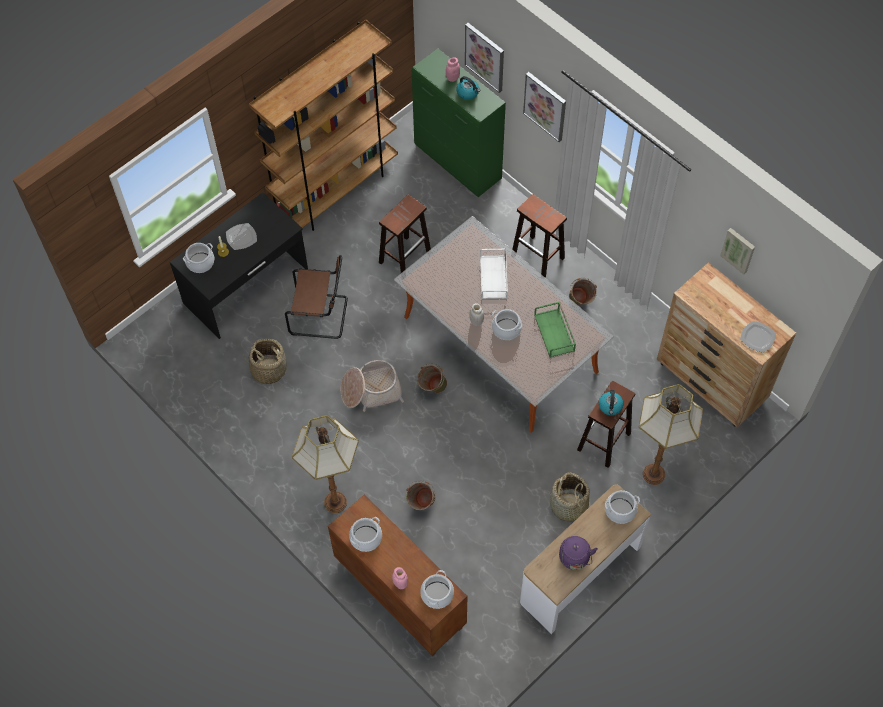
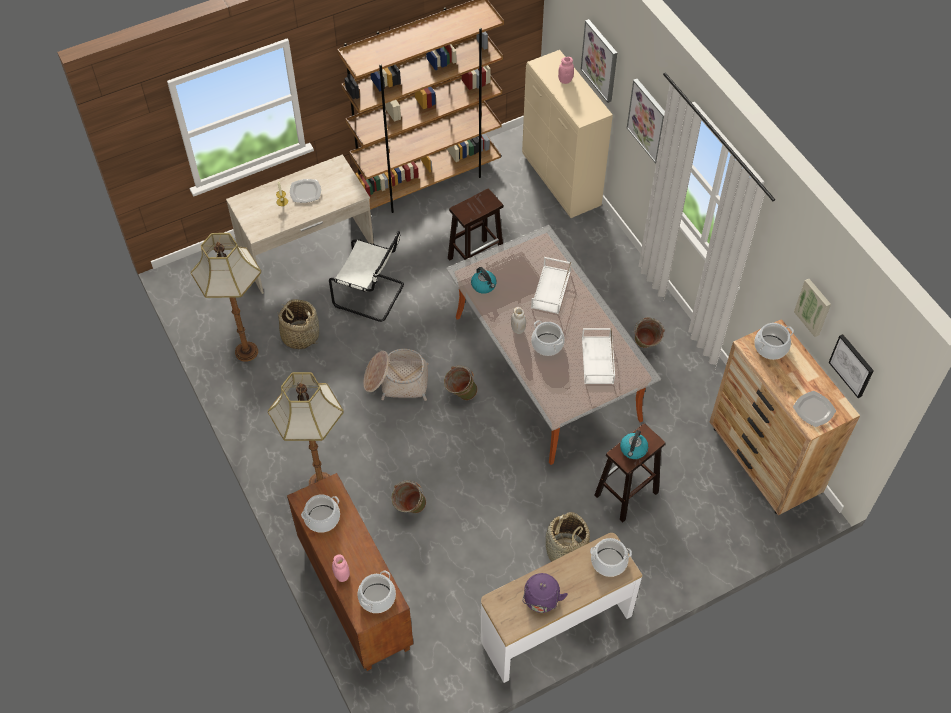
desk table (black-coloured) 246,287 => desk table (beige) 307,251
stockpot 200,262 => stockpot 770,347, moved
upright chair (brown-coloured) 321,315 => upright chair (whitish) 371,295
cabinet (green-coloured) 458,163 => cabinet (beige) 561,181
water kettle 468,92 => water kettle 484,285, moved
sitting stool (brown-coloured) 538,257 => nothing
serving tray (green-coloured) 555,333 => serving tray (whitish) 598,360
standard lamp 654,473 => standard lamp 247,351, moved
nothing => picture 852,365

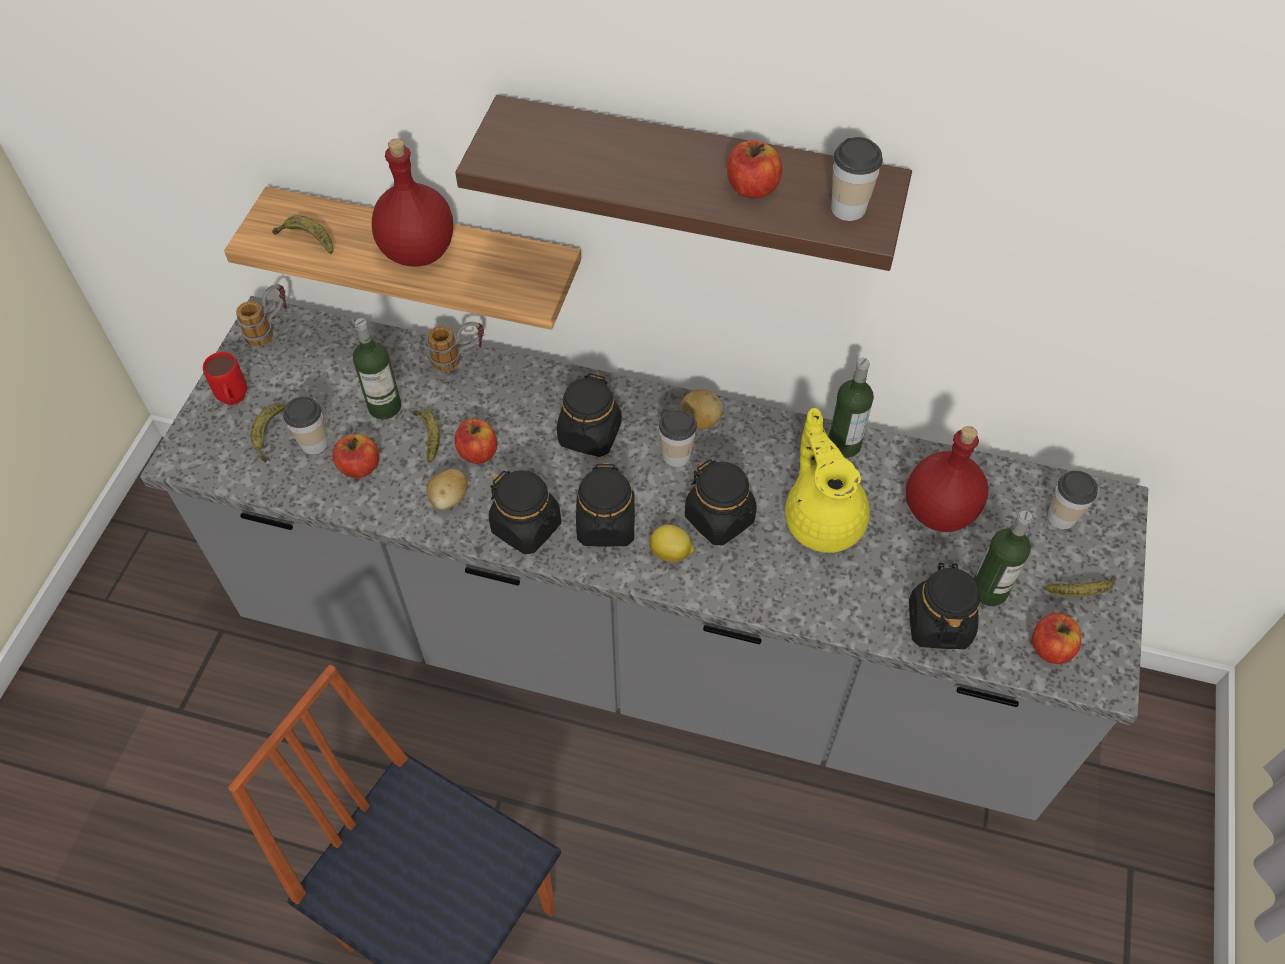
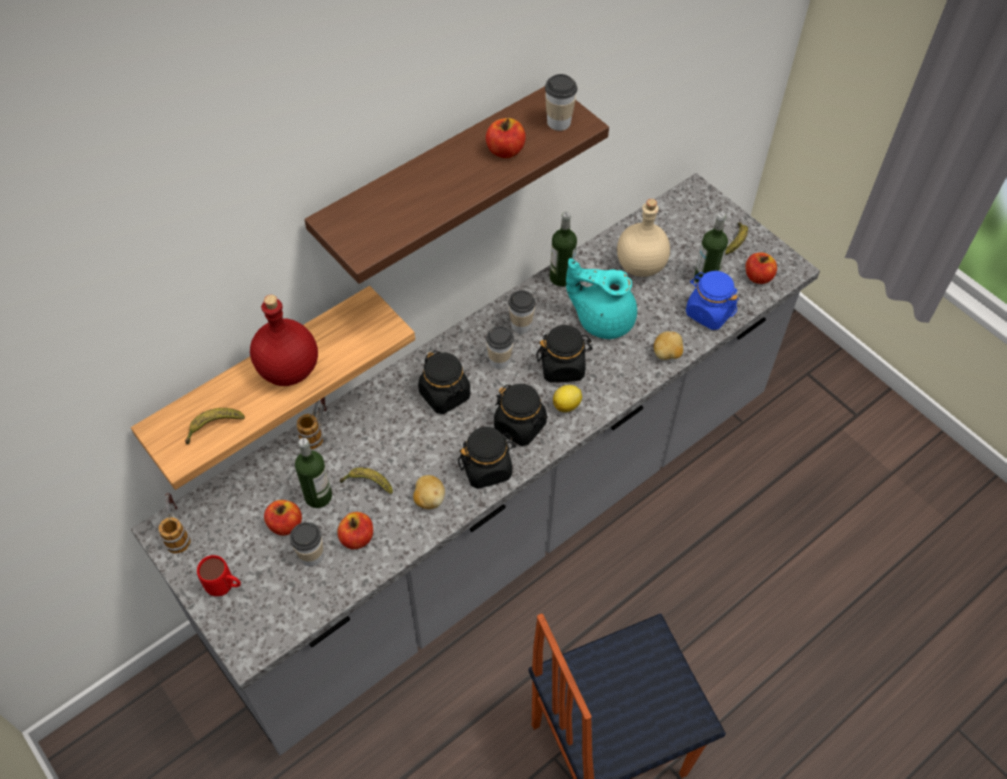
whole banana 268,435 => nothing
apple fruit 477,452 => apple fruit 285,525, moved
whole potato 700,420 => whole potato 667,354, moved
tea pot (yellowish) 823,518 => tea pot (turquoise) 602,319
beverage bottle (reddish) 939,512 => beverage bottle (beige) 641,266
storage jar (black-coloured) 938,623 => storage jar (blue-coloured) 709,312
cup 1061,517 => cup 521,325, moved

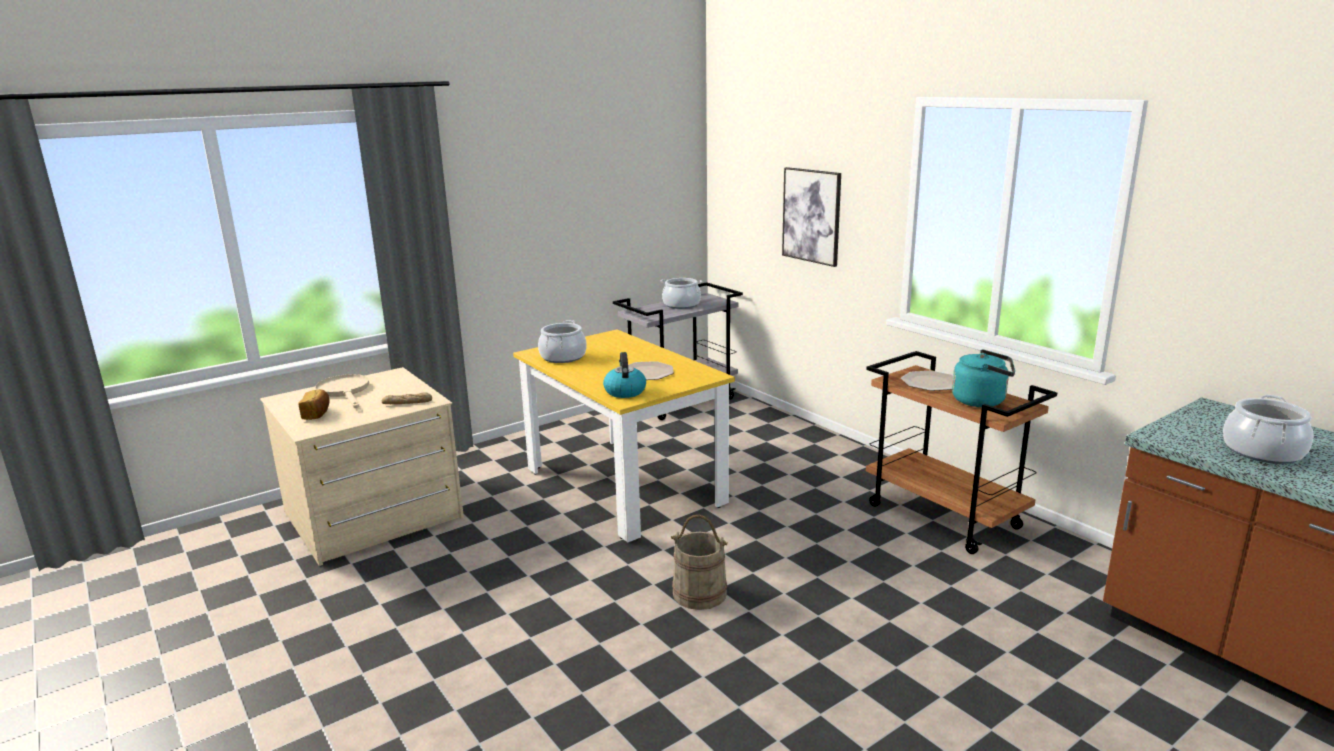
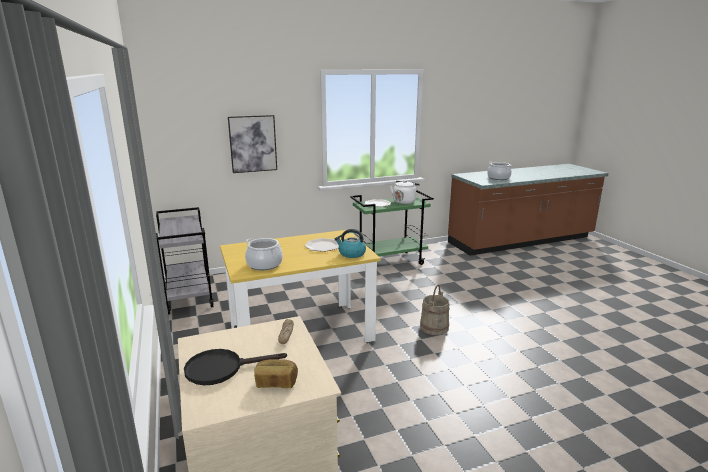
skillet (beige) 345,391 => skillet (black-coloured) 222,368
stockpot 681,305 => nothing
trolley (brown-coloured) 945,517 => trolley (green-coloured) 390,261
water kettle (turquoise) 982,401 => water kettle (whitish) 404,201

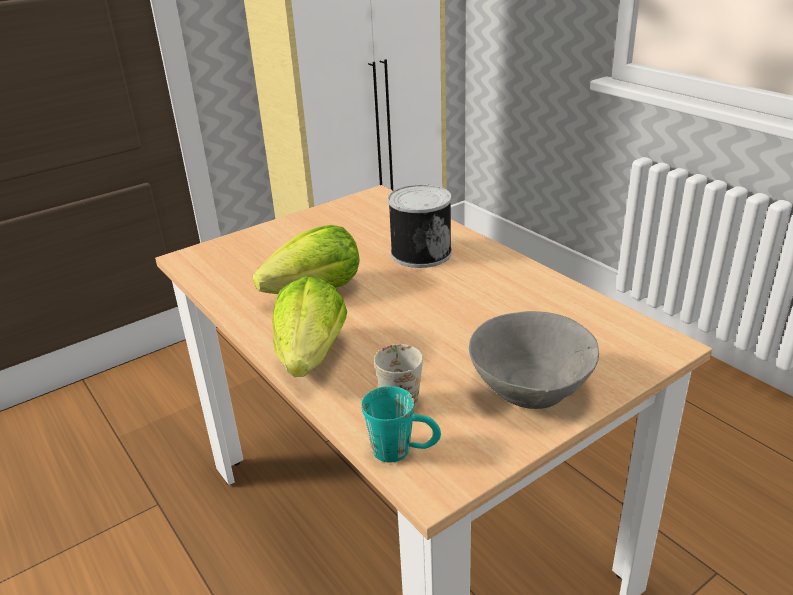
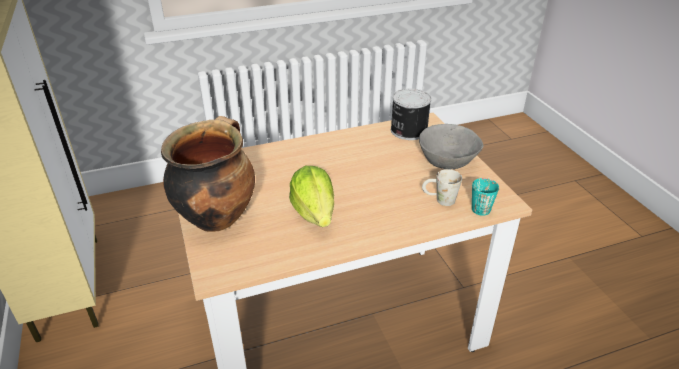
lettuce head 311,356 => nothing
metal can 420,252 => metal can 408,130, moved
nothing => stockpot 216,216

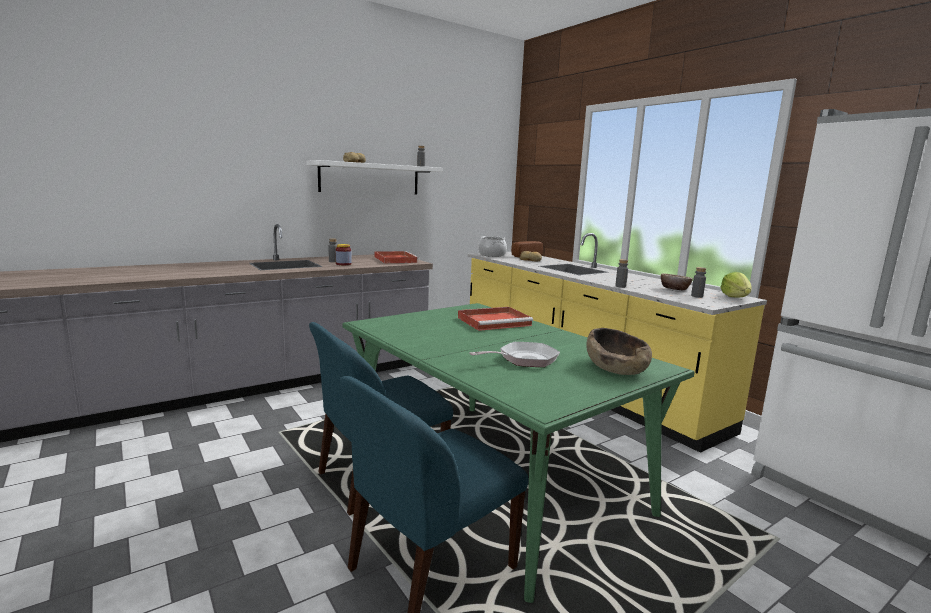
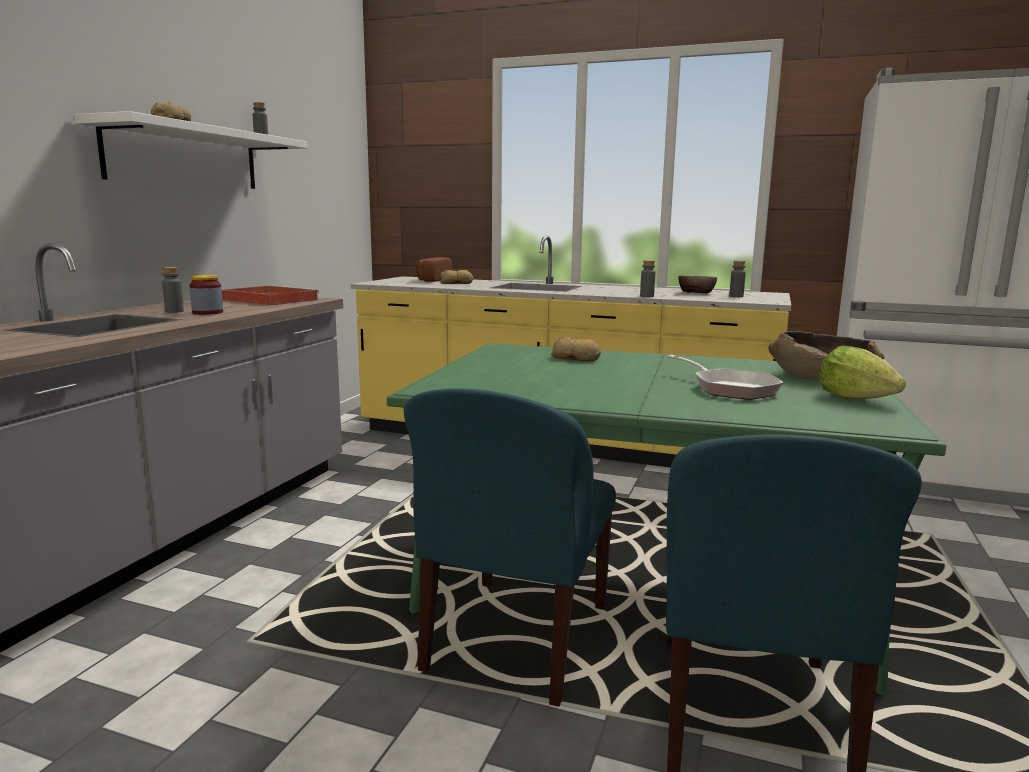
serving tray (reddish) 495,321 => baked bread 576,358
skillet 524,359 => skillet 730,388, 120 degrees clockwise
stockpot 492,255 => nothing
lettuce head 735,297 => lettuce head 855,398, moved

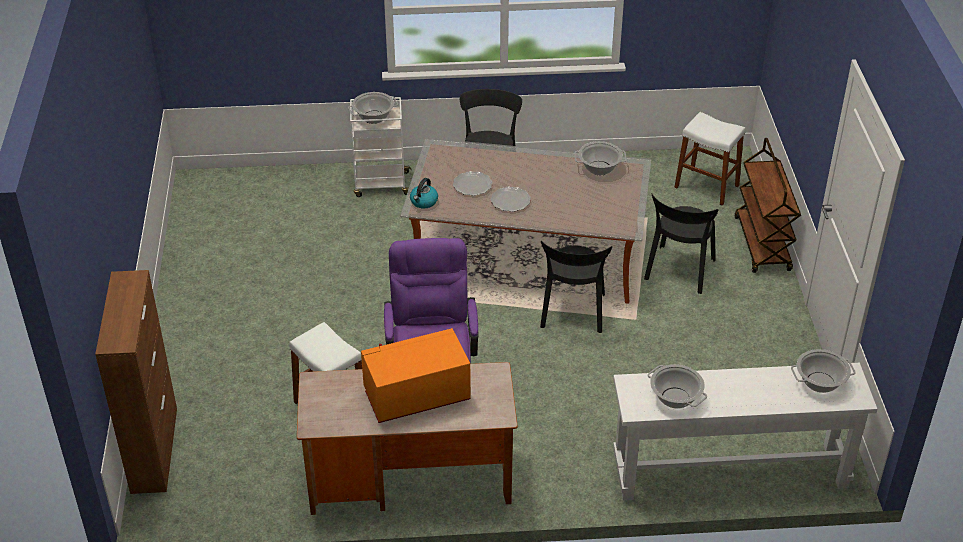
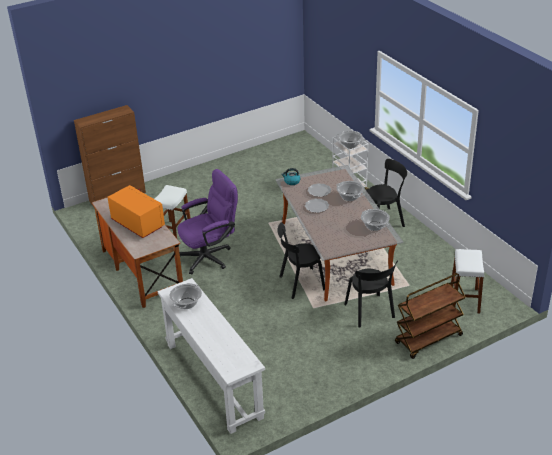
upright chair (black-coloured) 679,272 => upright chair (black-coloured) 370,312, 105 degrees counterclockwise
stockpot 820,382 => stockpot 349,197, moved

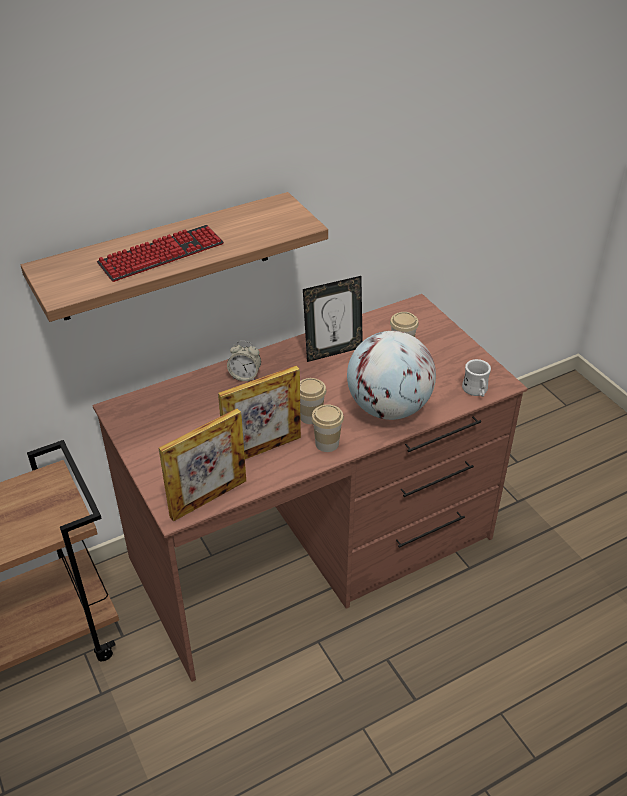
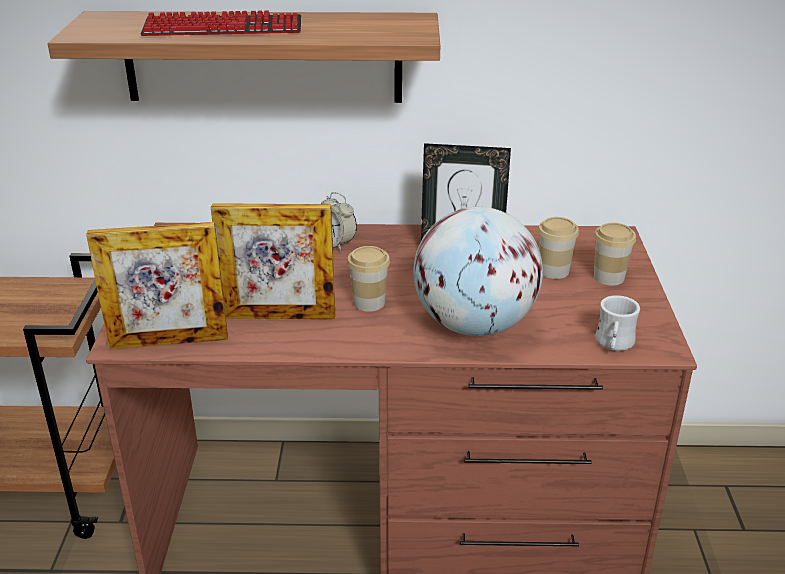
cup 327,443 => cup 609,277, moved

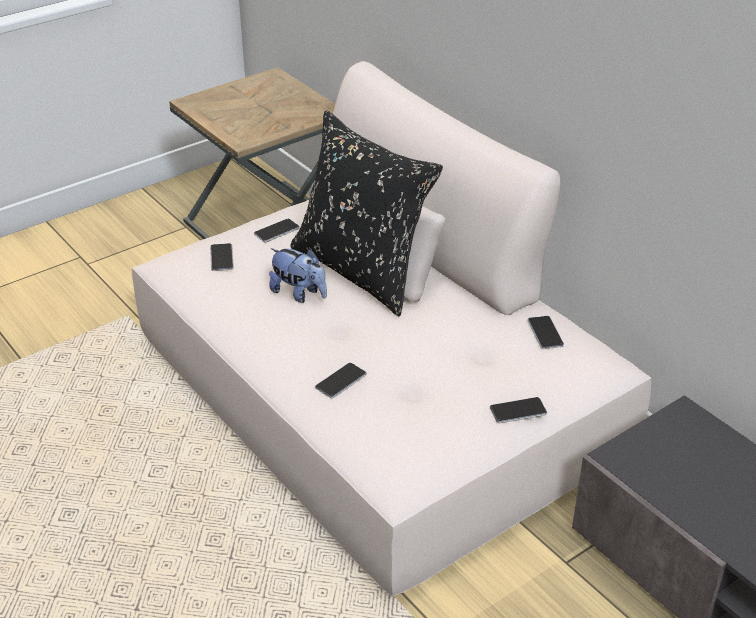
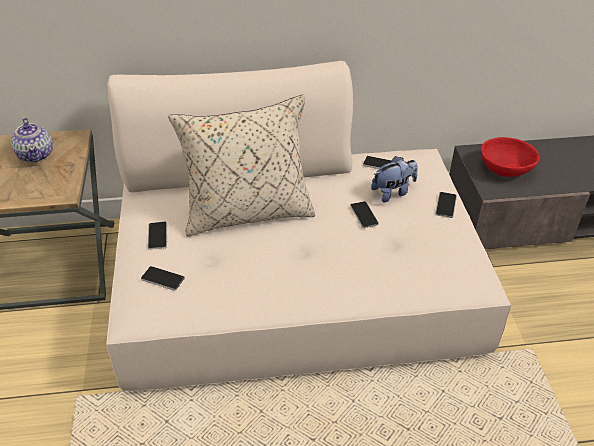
cuddly toy 299,294 => cuddly toy 393,192, moved
throw pillow (black-coloured) 362,271 => throw pillow (beige) 247,213
telephone 341,381 => telephone 364,215, moved
nothing => tea pot 36,154
nothing => bowl (reddish) 505,169

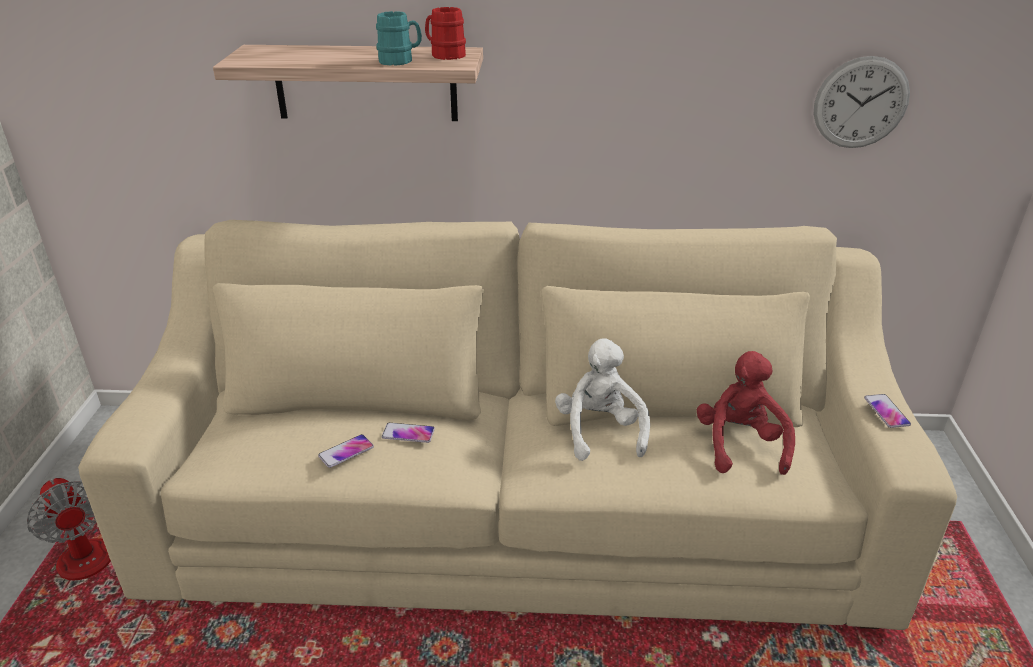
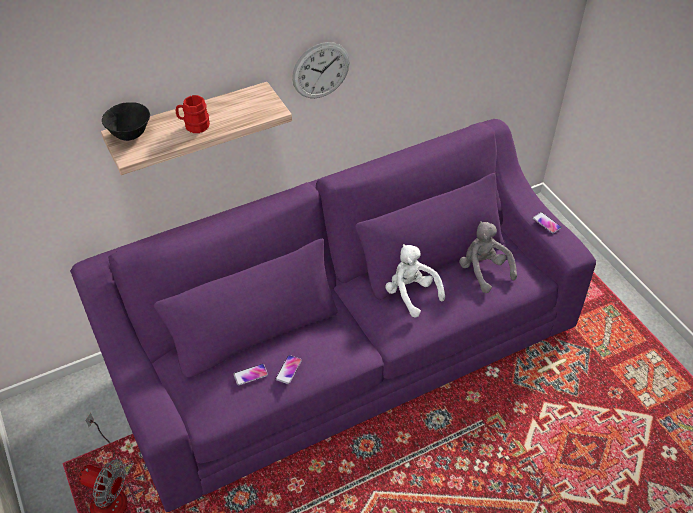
couch (beige) 517,510 => couch (purplish) 346,347
coffee mug (turquoise) 400,60 => nothing
telephone 408,433 => telephone 250,375, moved
coffee mug (reddish) 444,55 => coffee mug (reddish) 194,126, moved
cuddly toy (reddish) 740,445 => cuddly toy (grey) 483,270
clock on the wall 861,103 => clock on the wall 321,70, moved
nothing => bowl (black-coloured) 130,135

